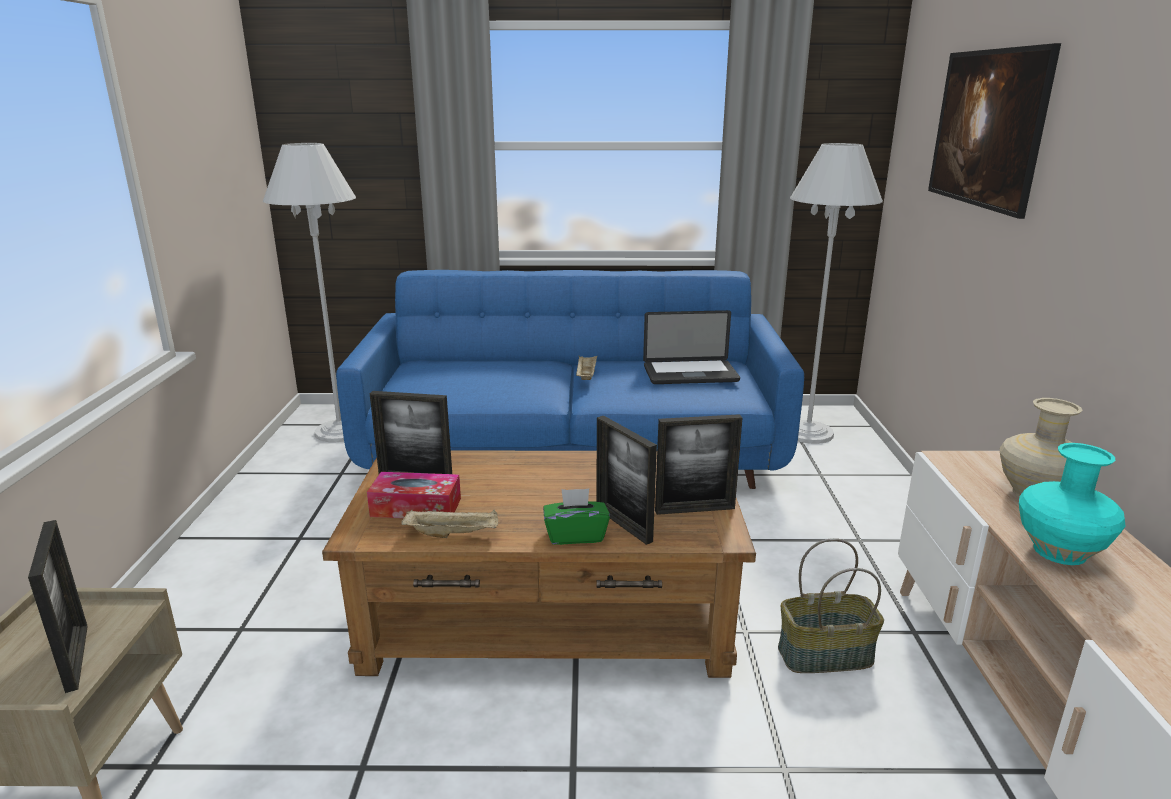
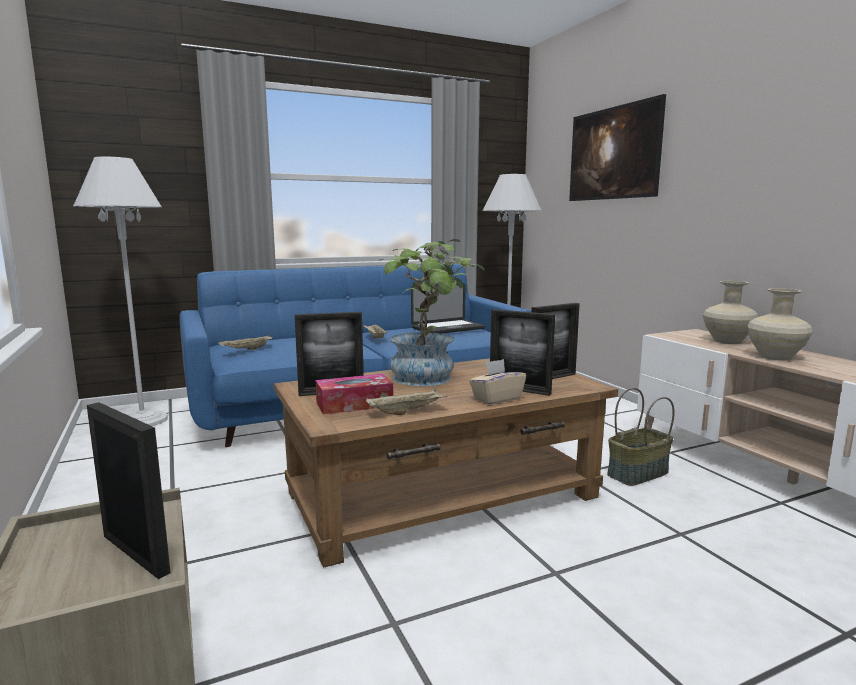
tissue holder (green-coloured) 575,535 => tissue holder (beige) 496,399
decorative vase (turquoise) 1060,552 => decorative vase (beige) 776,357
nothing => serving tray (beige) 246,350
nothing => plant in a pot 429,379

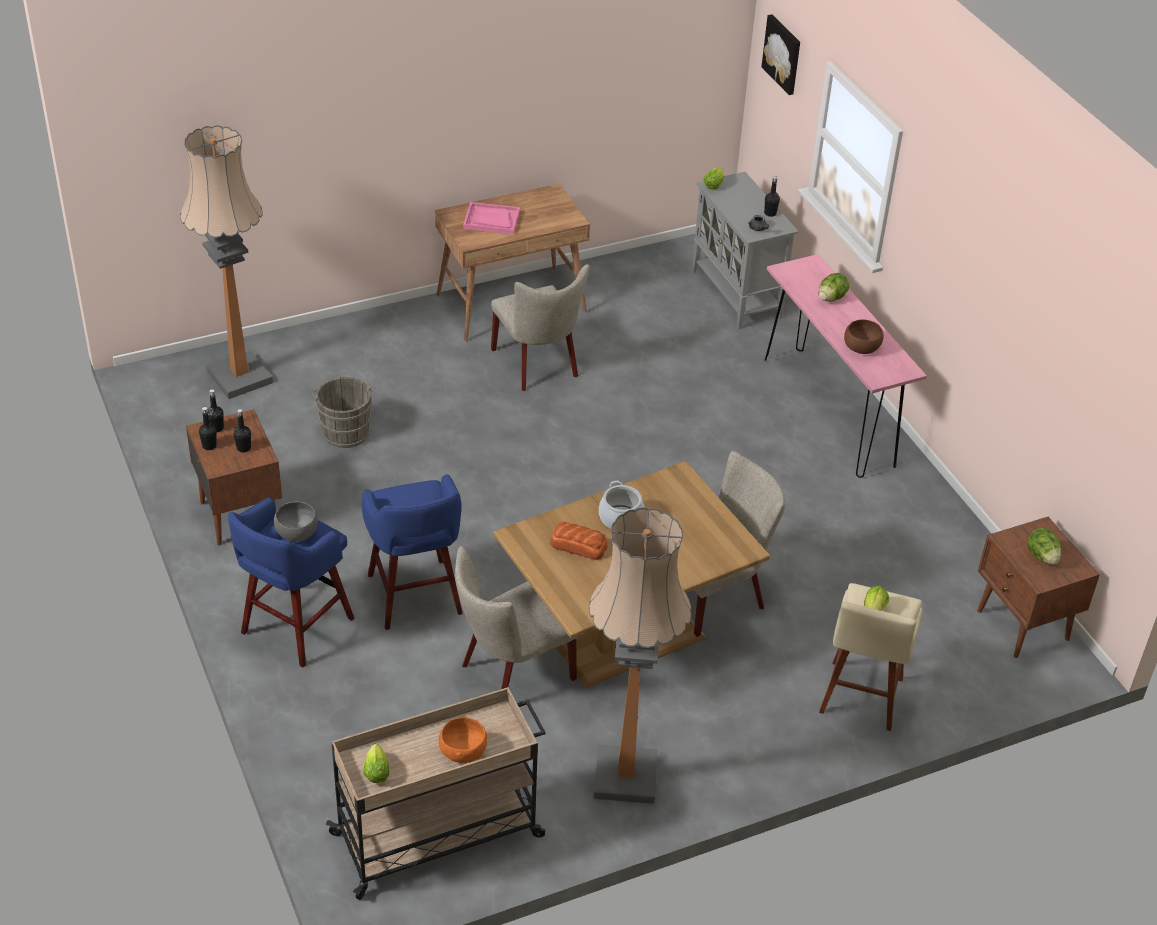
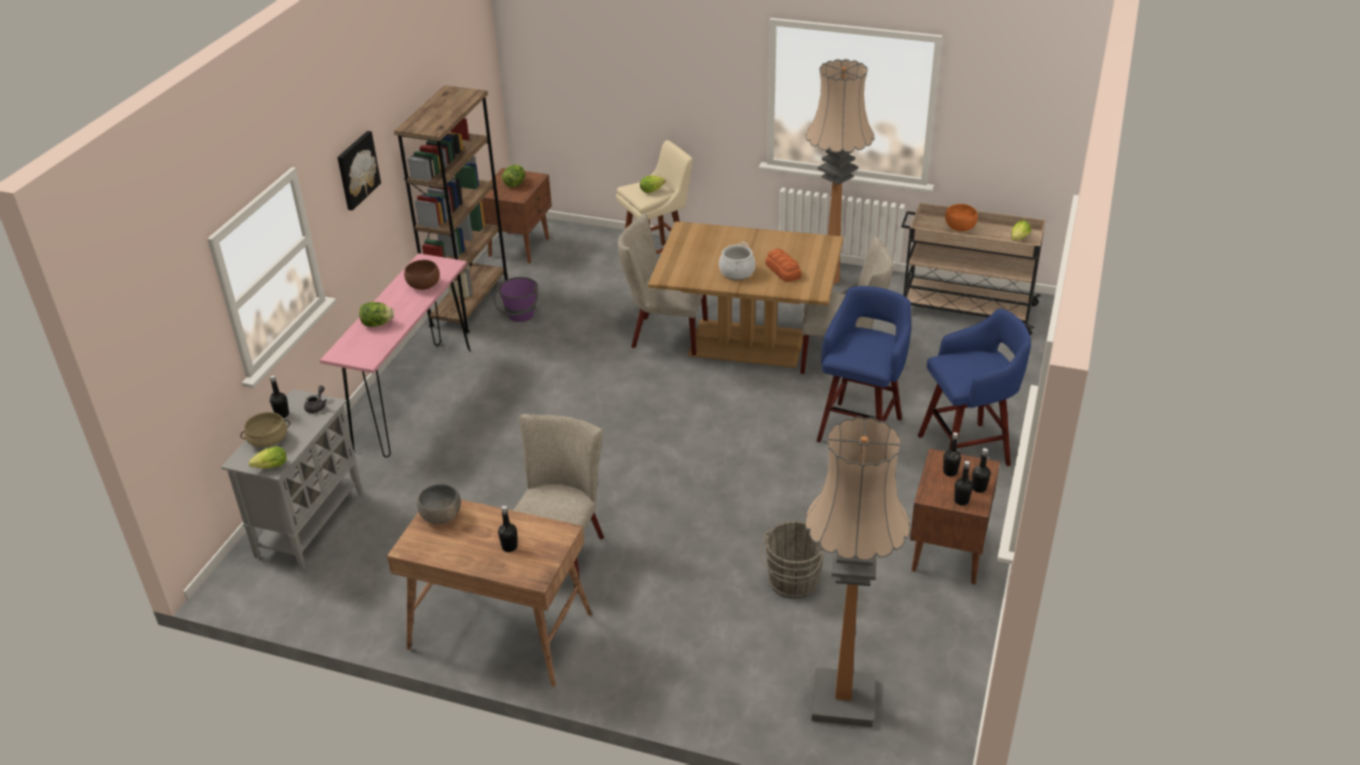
bowl (grey) 296,533 => bowl (grey) 441,516, moved
serving tray (pink-coloured) 491,220 => beverage bottle (black-coloured) 509,547
picture 783,54 => picture 357,170, moved
nothing => stockpot (beige) 268,440
nothing => bookshelf (brown-coloured) 470,303
nothing => bucket (purplish) 519,318

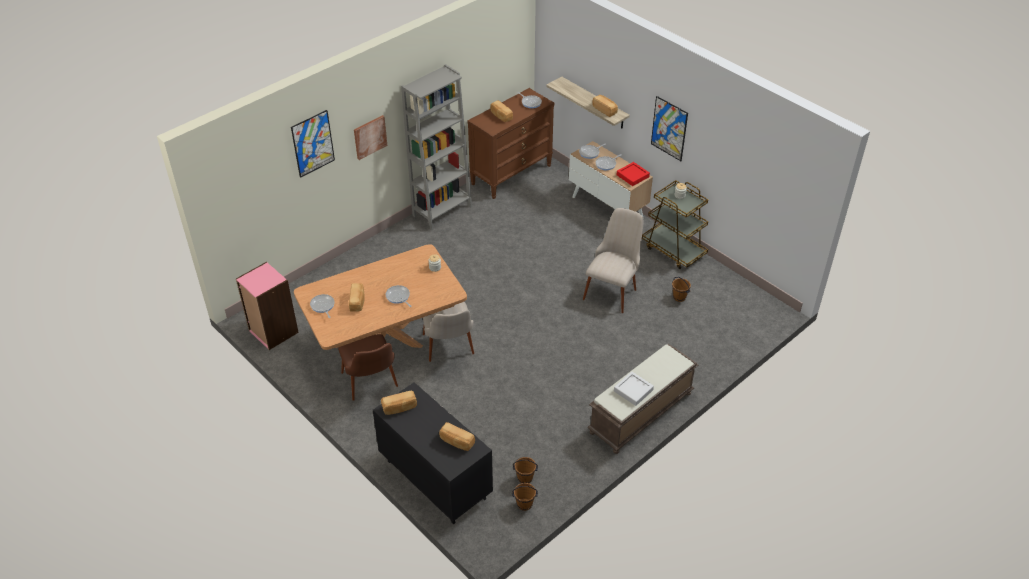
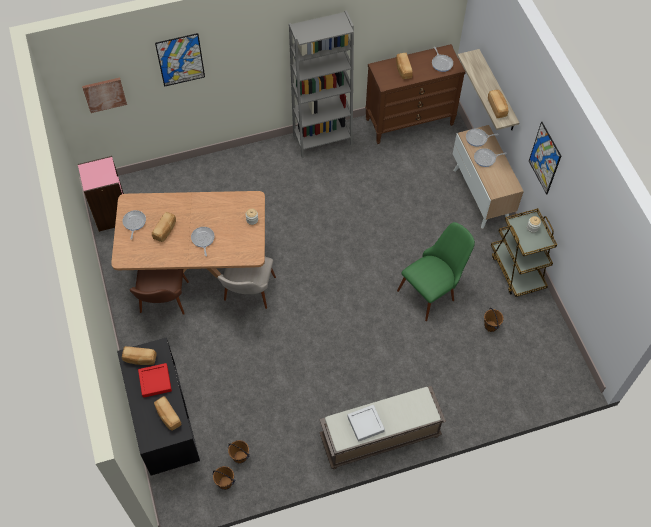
picture 369,137 => picture 104,94, moved
upright chair (beige) 613,288 => upright chair (green-coloured) 432,290
serving tray (reddish) 632,176 => serving tray (reddish) 155,381, moved

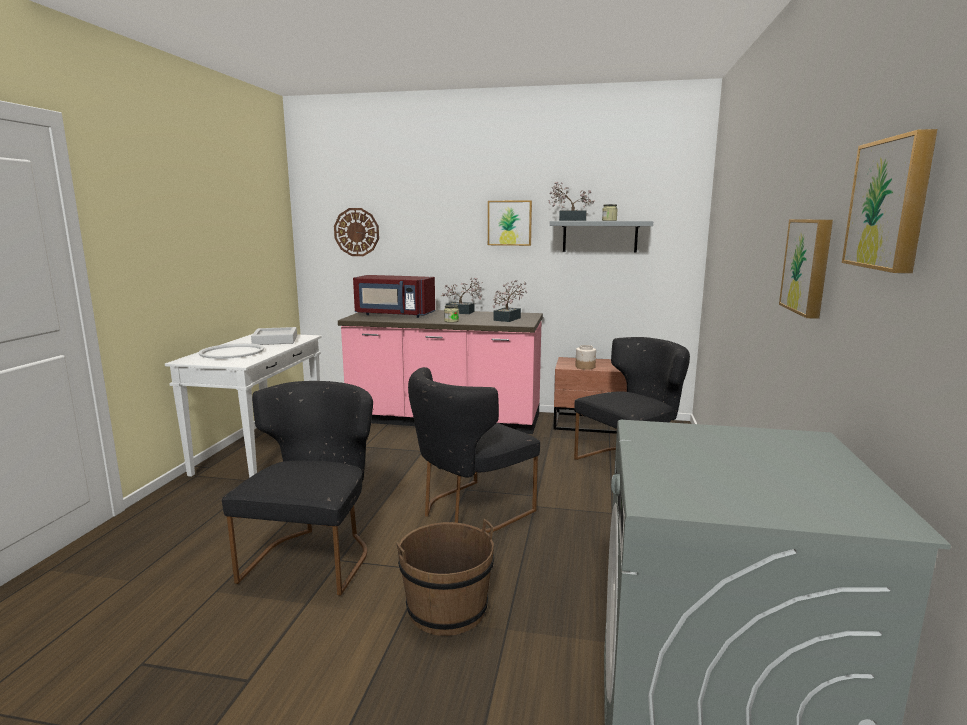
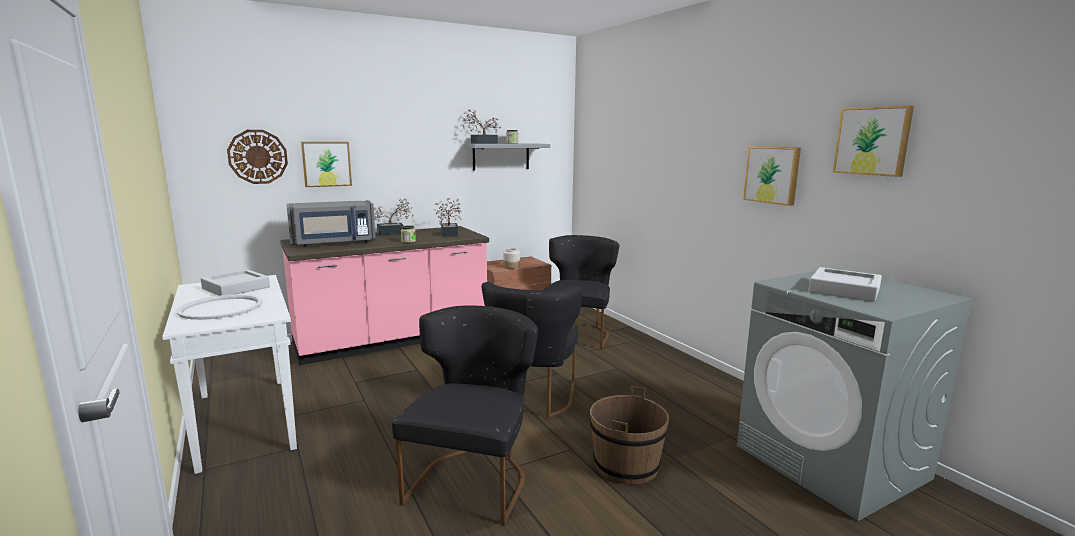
upright chair (black-coloured) 314,556 => upright chair (black-coloured) 473,478, 45 degrees clockwise
microwave (reddish) 394,315 => microwave (grey) 333,243
picture 509,223 => picture 326,164, moved
nothing => serving tray (grey) 844,290

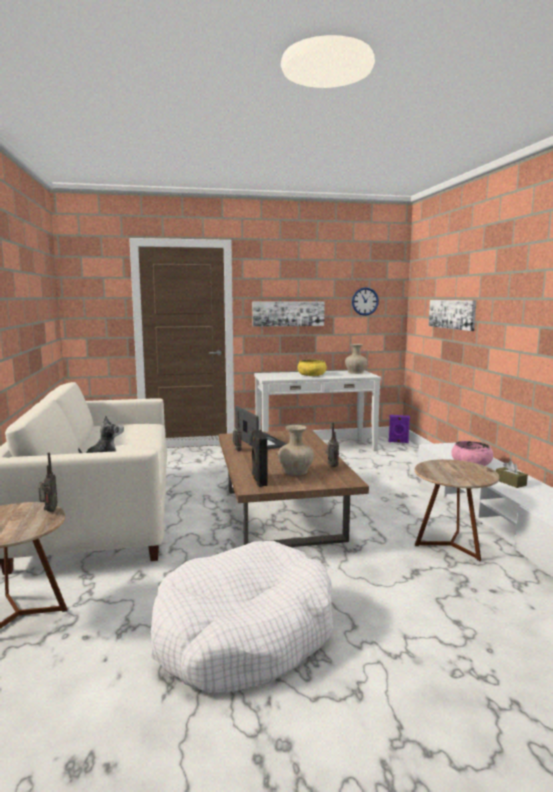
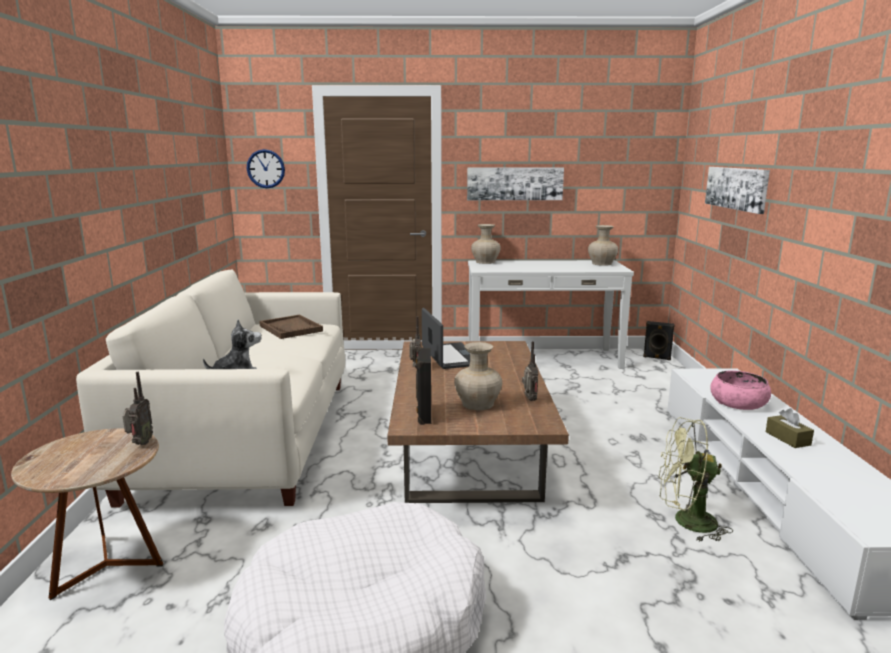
bowl (yellowish) 311,375 => nothing
clock on the wall 365,301 => clock on the wall 266,169, moved
speaker (purplish) 398,442 => speaker (black-coloured) 657,358
side table (brown-coloured) 450,546 => cooling fan (green-coloured) 686,522
nothing => serving tray (brown-coloured) 291,328
nothing => decorative vase (beige) 486,262

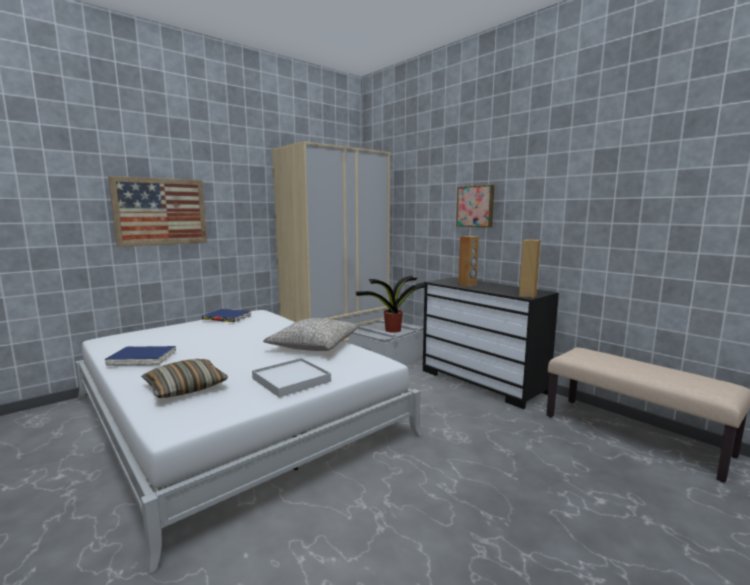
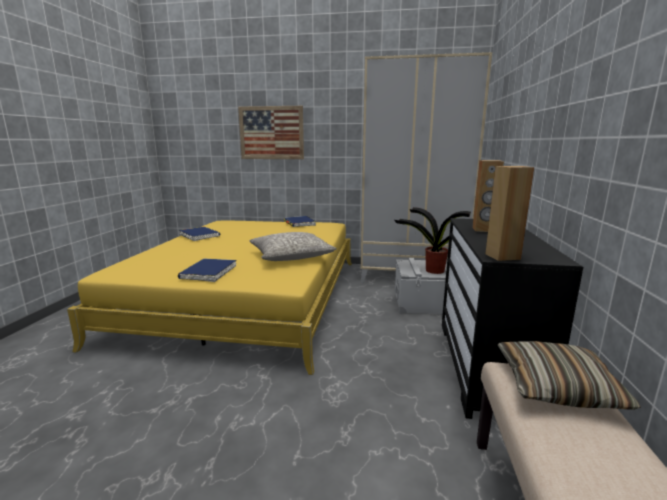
bed (whitish) 235,415 => bed (yellowish) 248,297
throw pillow 185,387 => throw pillow 556,386, moved
serving tray (whitish) 291,380 => volume (blue-coloured) 209,272
picture 475,206 => nothing

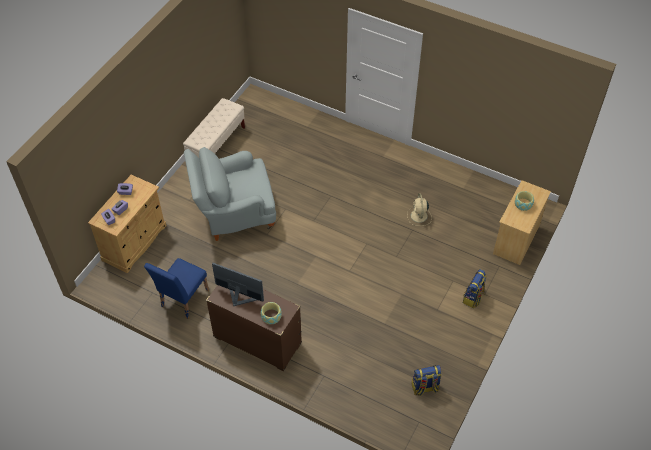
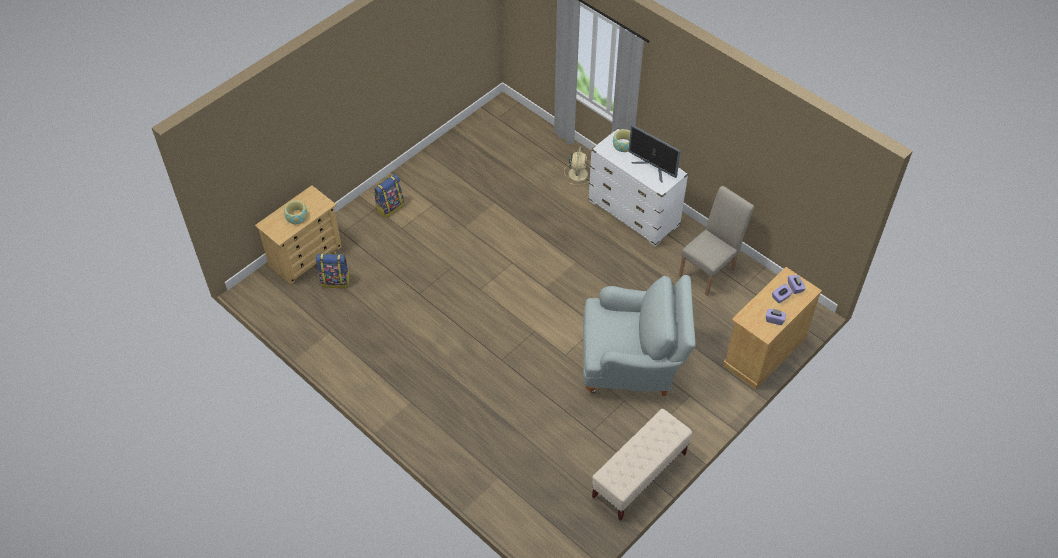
upright chair (blue-coloured) 182,301 => upright chair (beige) 710,270
dresser (brown-coloured) 257,341 => dresser (whitish) 634,213
cooling fan (beige) 419,216 => cooling fan (beige) 578,173, moved
backpack 424,388 => backpack 336,280, moved

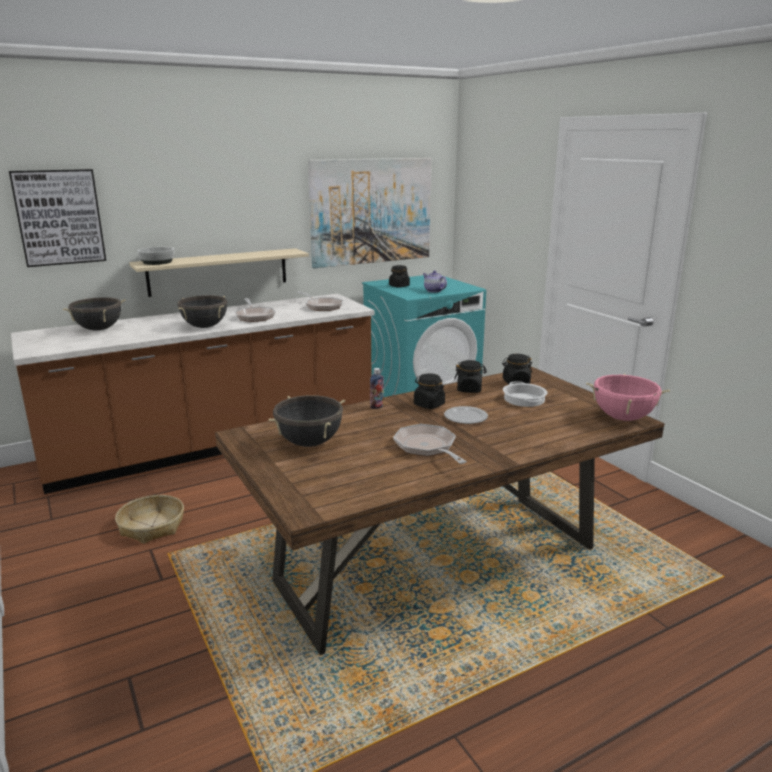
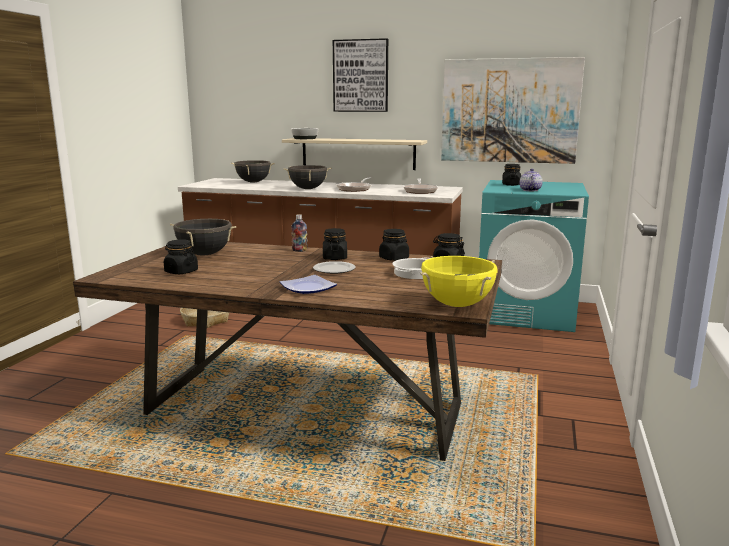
picture 59,217 => picture 360,76, moved
skillet 427,447 => nothing
stockpot (pink-coloured) 623,418 => stockpot (yellowish) 457,305
nothing => storage jar (black-coloured) 181,272
nothing => dinner plate 307,288

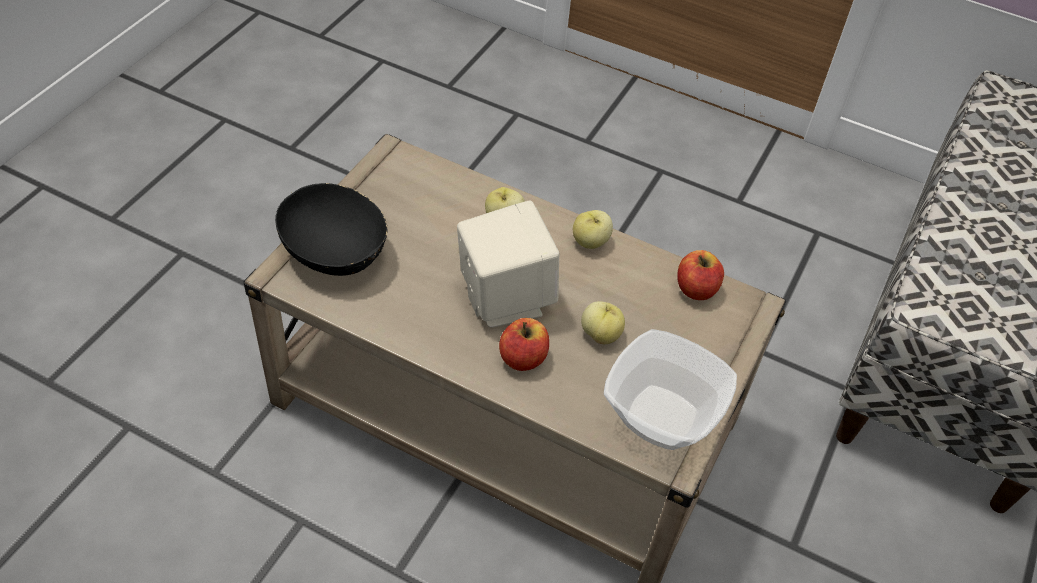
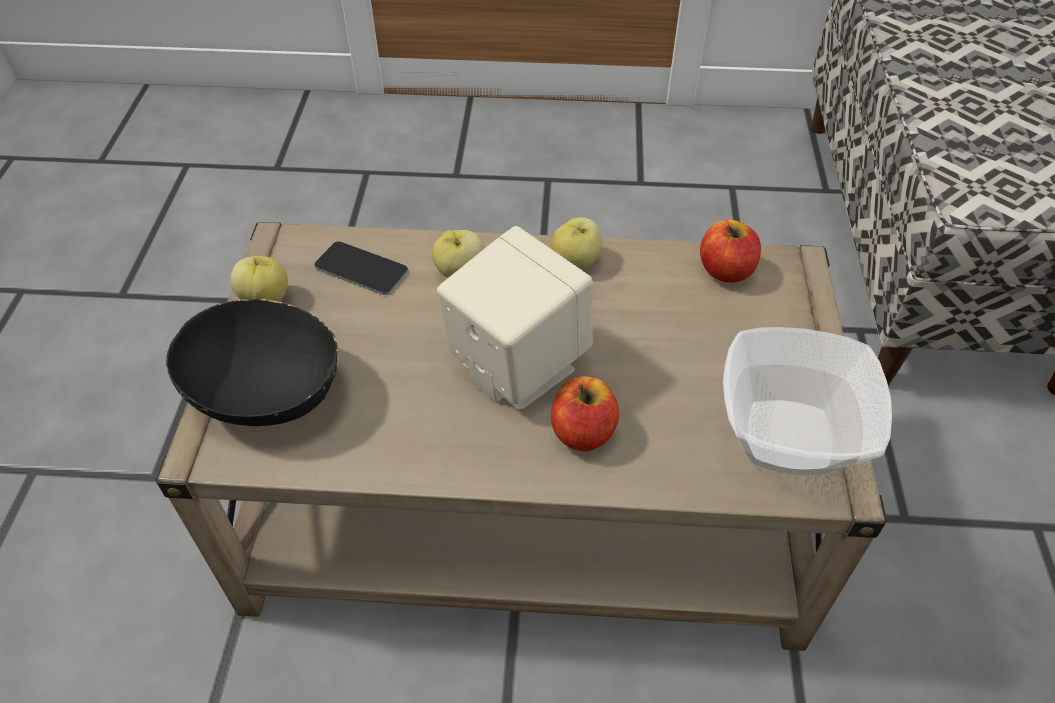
apple fruit 601,334 => apple fruit 266,298, moved
nothing => telephone 361,269

